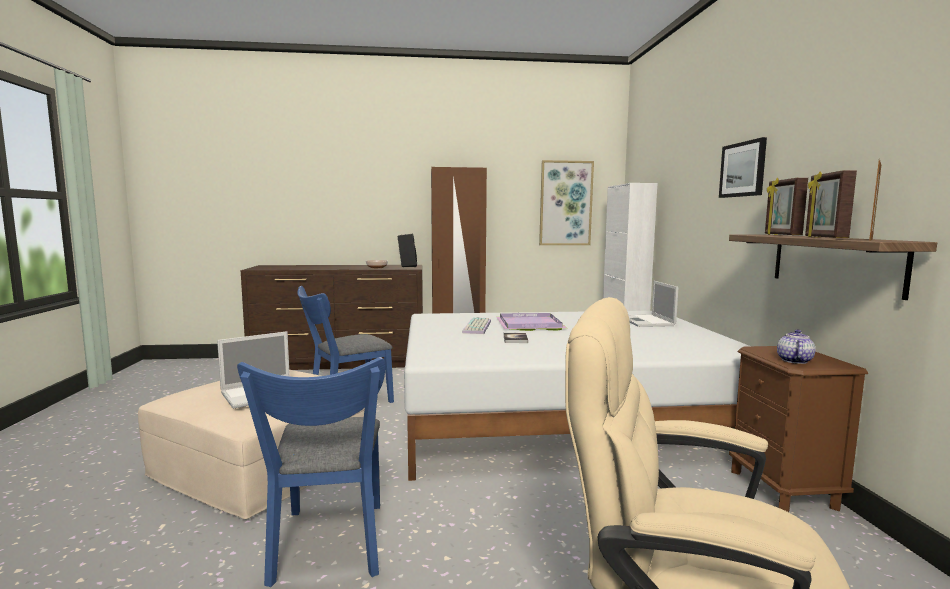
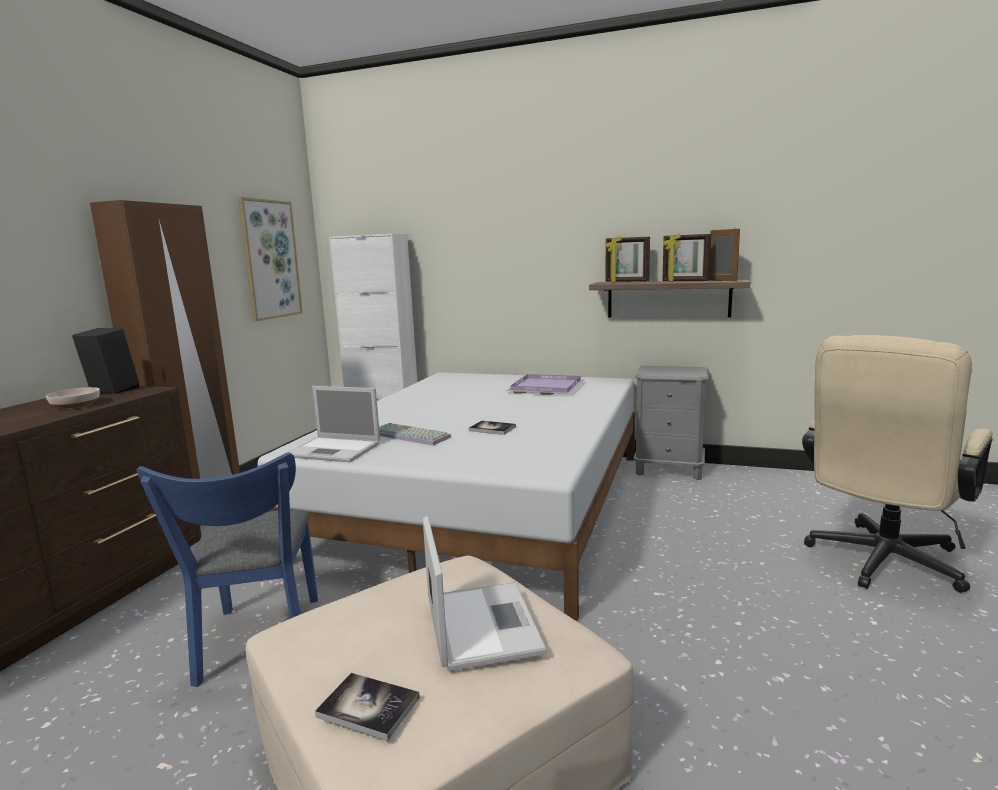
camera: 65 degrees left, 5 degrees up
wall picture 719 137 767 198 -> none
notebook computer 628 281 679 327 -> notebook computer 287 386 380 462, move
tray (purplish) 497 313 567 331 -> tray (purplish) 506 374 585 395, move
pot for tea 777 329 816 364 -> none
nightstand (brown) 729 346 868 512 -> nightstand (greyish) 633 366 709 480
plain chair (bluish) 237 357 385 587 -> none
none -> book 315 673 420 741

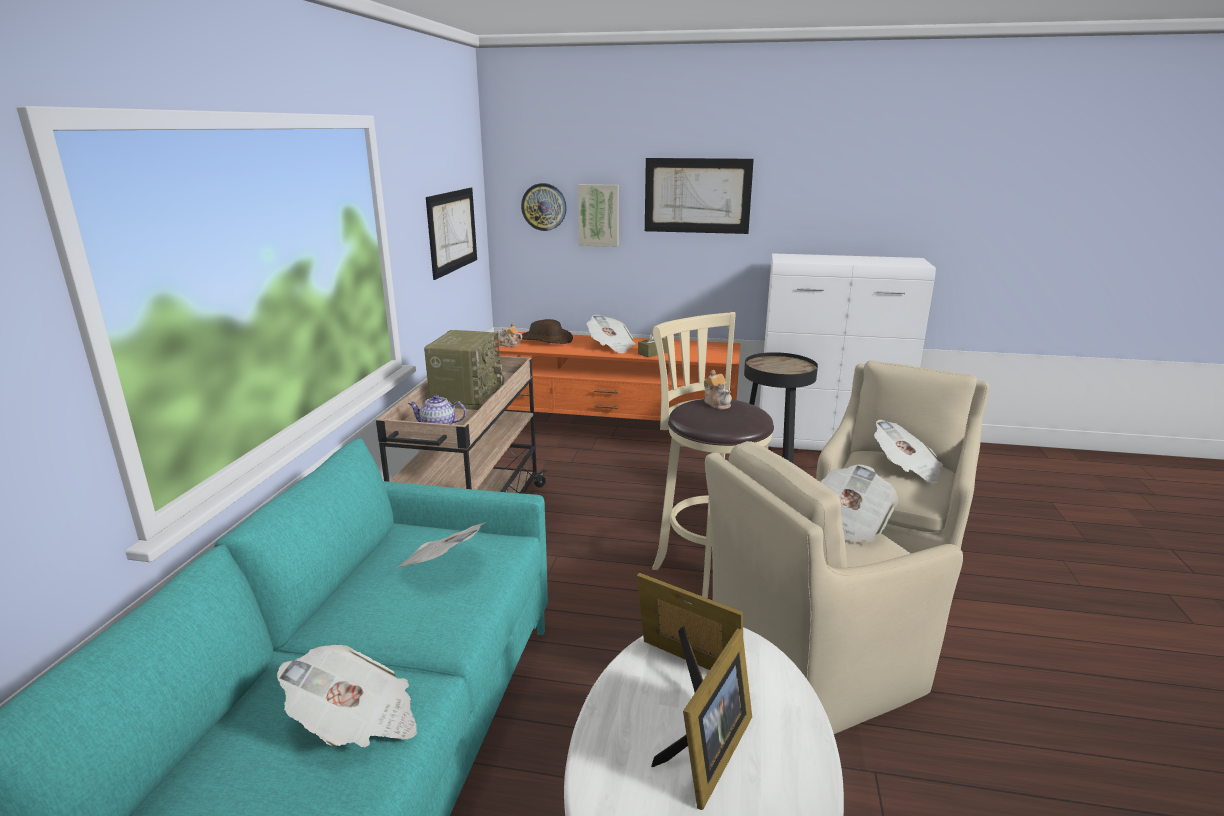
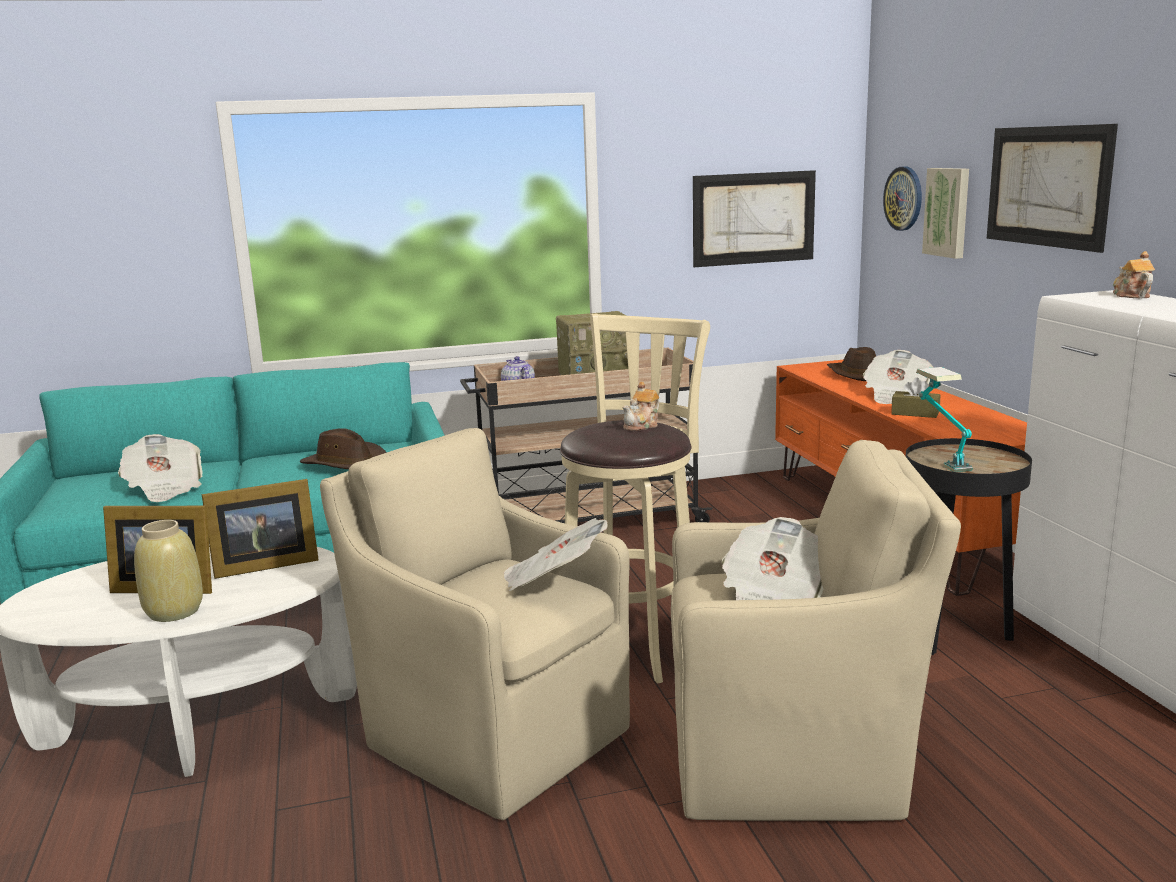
camera: 65 degrees right, 5 degrees down
pot for tea 497 322 522 347 -> pot for tea 1113 251 1155 298, move
printed paper 395 522 486 568 -> clothing hat (brown) 300 428 387 469
picture frame 637 573 743 692 -> picture frame 202 479 319 579, 60 degrees clockwise
none -> tabletop lamp 916 367 973 472
none -> flower vase (sand-coloured) 134 520 203 622

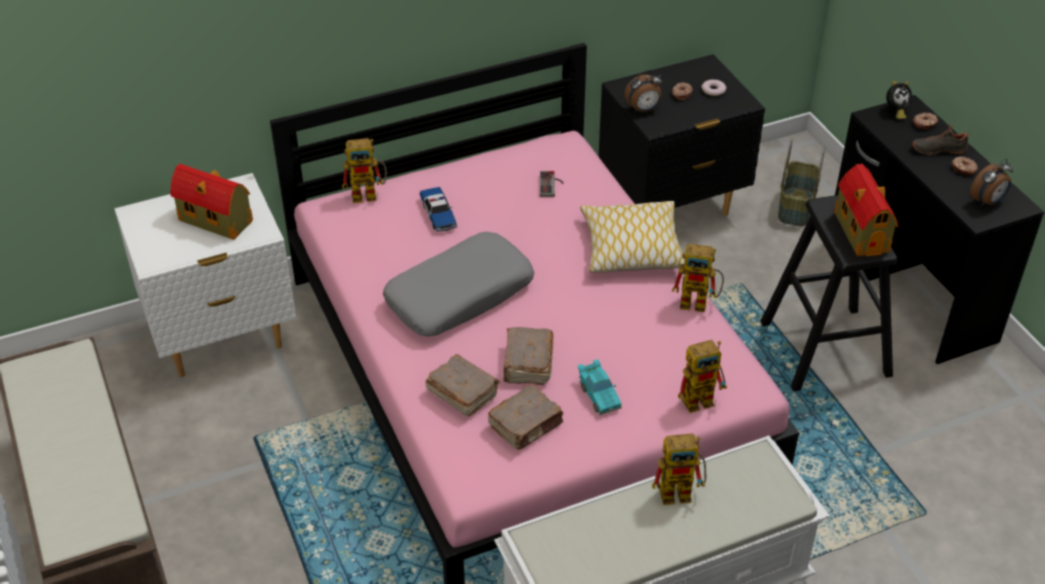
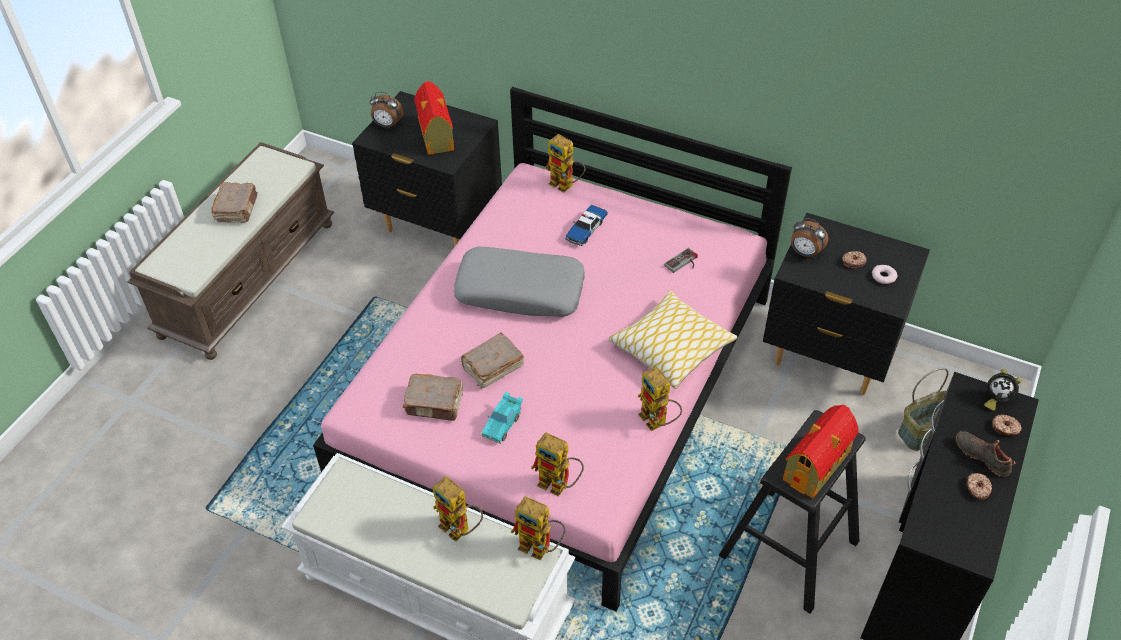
camera: 50 degrees right, 5 degrees up
table clock 970 159 1013 207 -> table clock 369 91 403 128, move
nightstand (white) 114 173 296 377 -> nightstand (black) 352 91 502 246
book (brown) 425 354 500 416 -> book (brown) 211 182 258 223, move
none -> toy robot 511 496 566 561

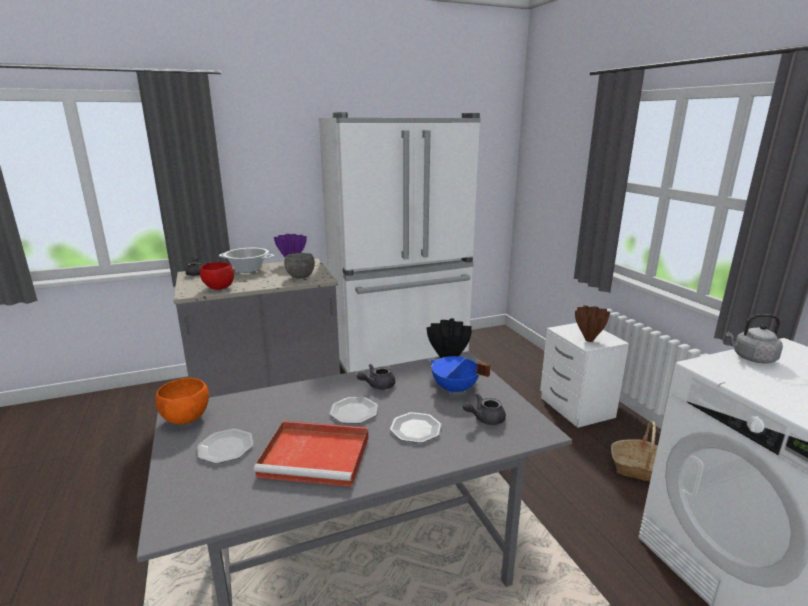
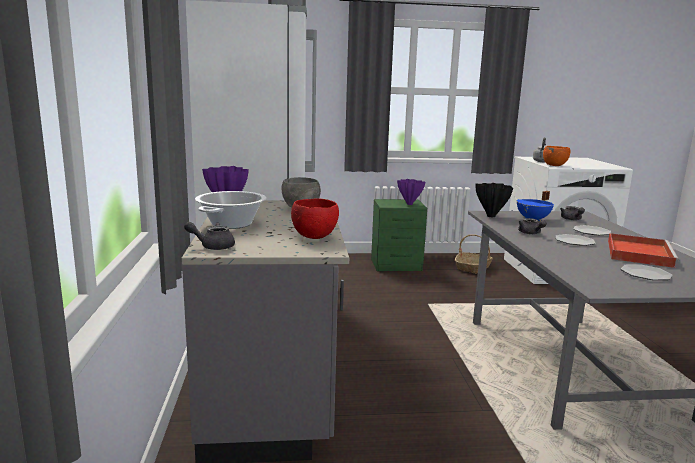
camera: 75 degrees left, 5 degrees down
flower vase (brown) 575 305 610 342 -> flower vase (purplish) 397 179 425 205
nightstand (white) 540 323 629 428 -> nightstand (green-coloured) 371 199 427 271
deep dish (orangey) 155 378 209 424 -> deep dish (orangey) 543 146 570 166, move

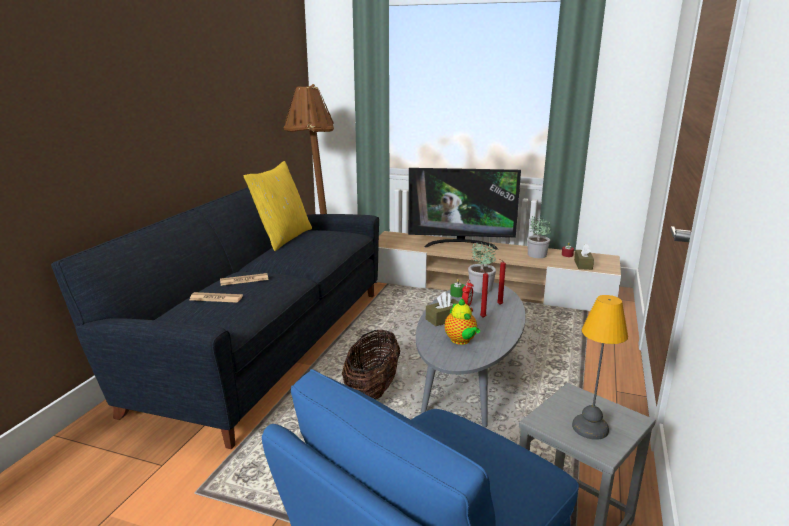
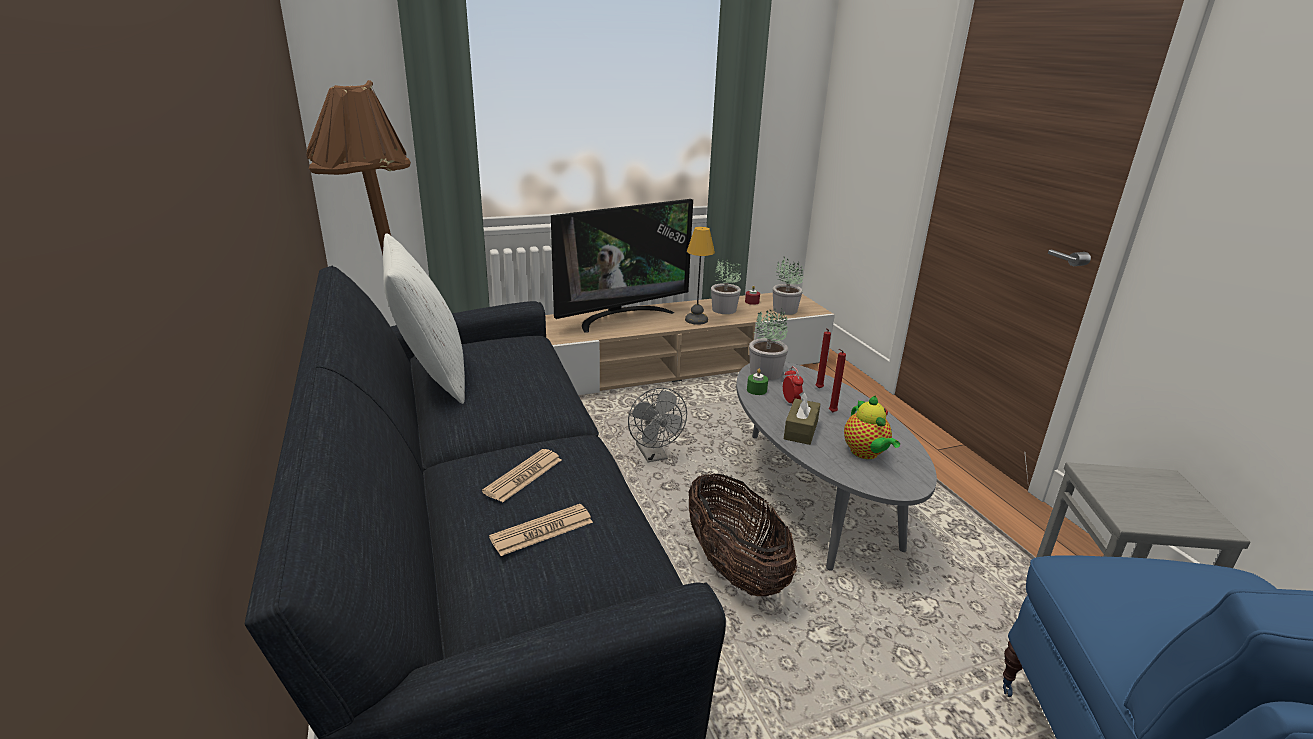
camera: 40 degrees left, 5 degrees up
cushion (yellow) 244 161 312 251 -> cushion (white) 383 233 465 404
tissue holder (brown) 574 244 594 270 -> plant in a pot 773 256 804 315
tabletop lamp 572 295 628 440 -> tabletop lamp 685 227 715 325, move
pot for tea 445 298 480 345 -> pot for tea 844 395 900 459, 45 degrees clockwise
none -> cooling fan (greyish) 628 388 687 462

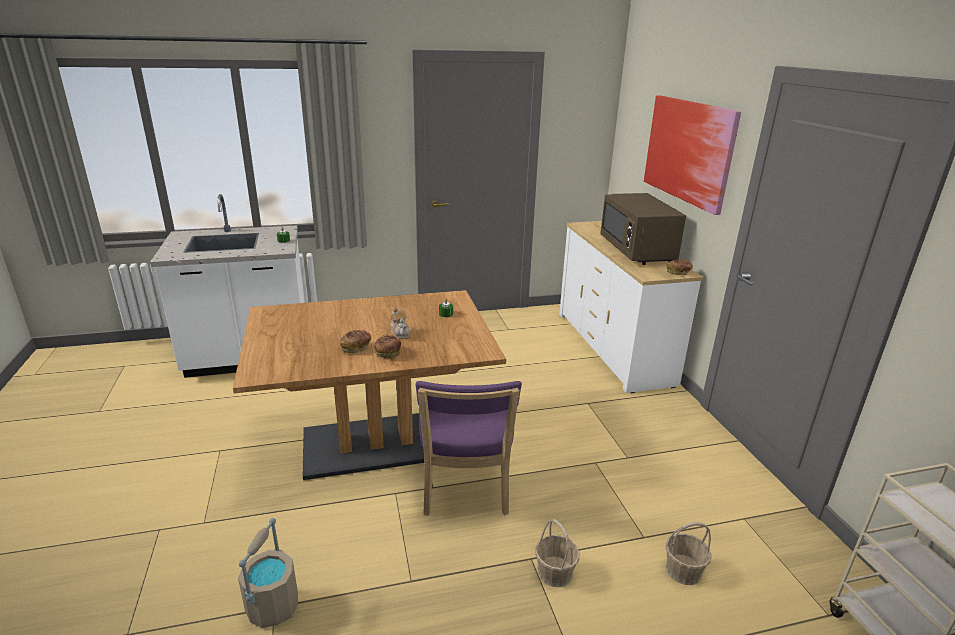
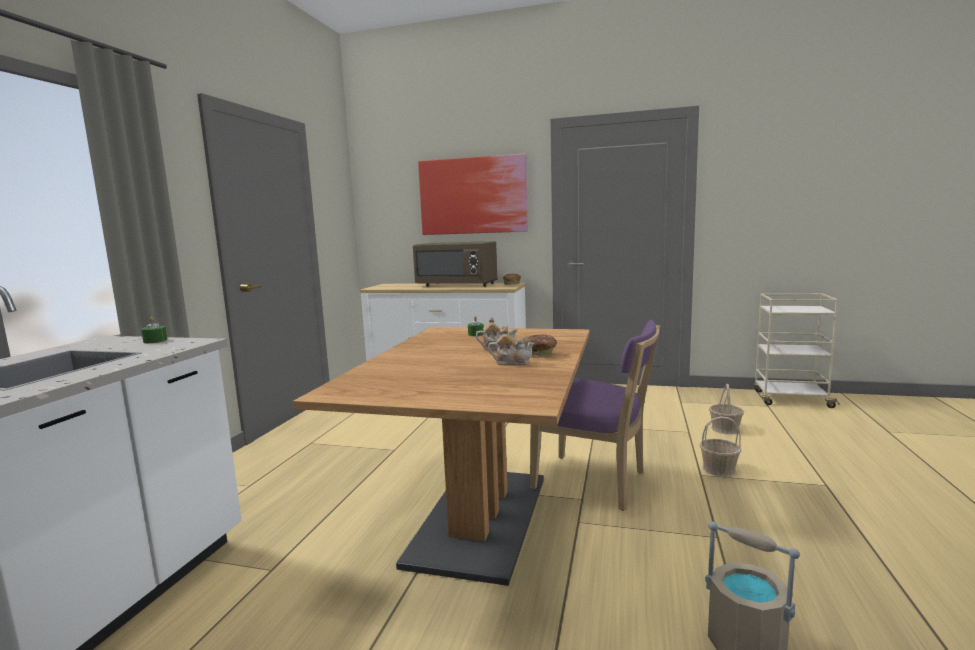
camera: 60 degrees left, 15 degrees down
bakery bread 340 330 372 354 -> pot for tea 488 328 534 365

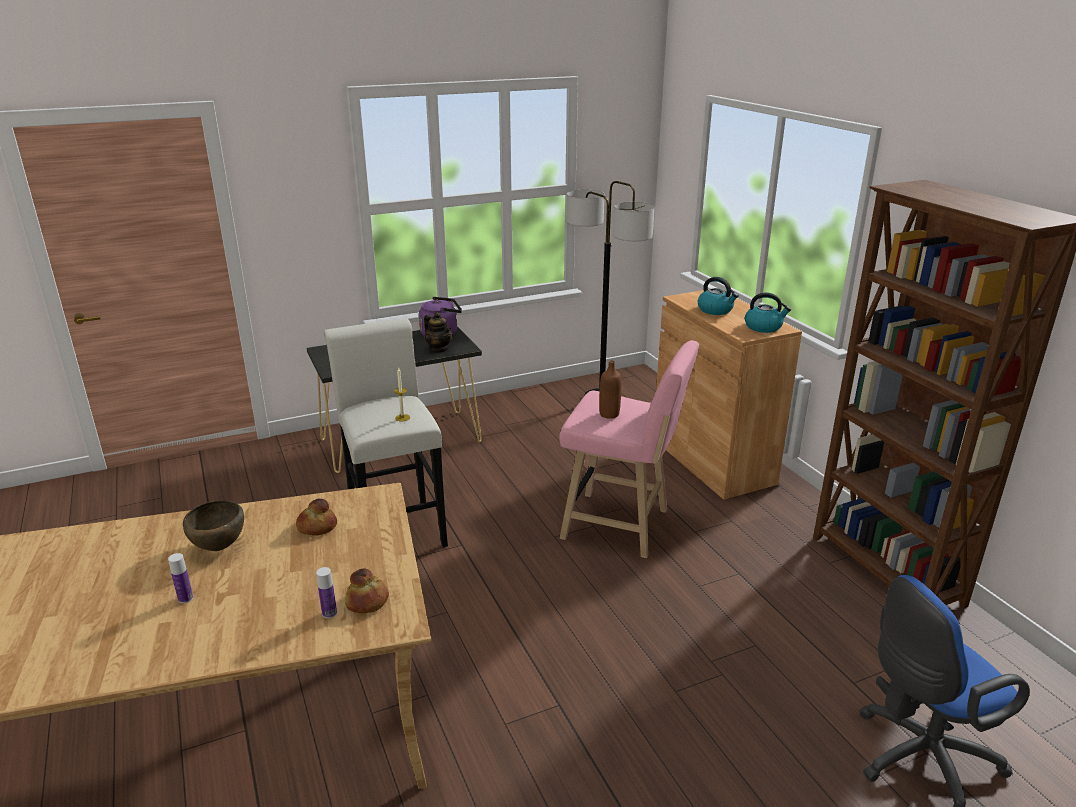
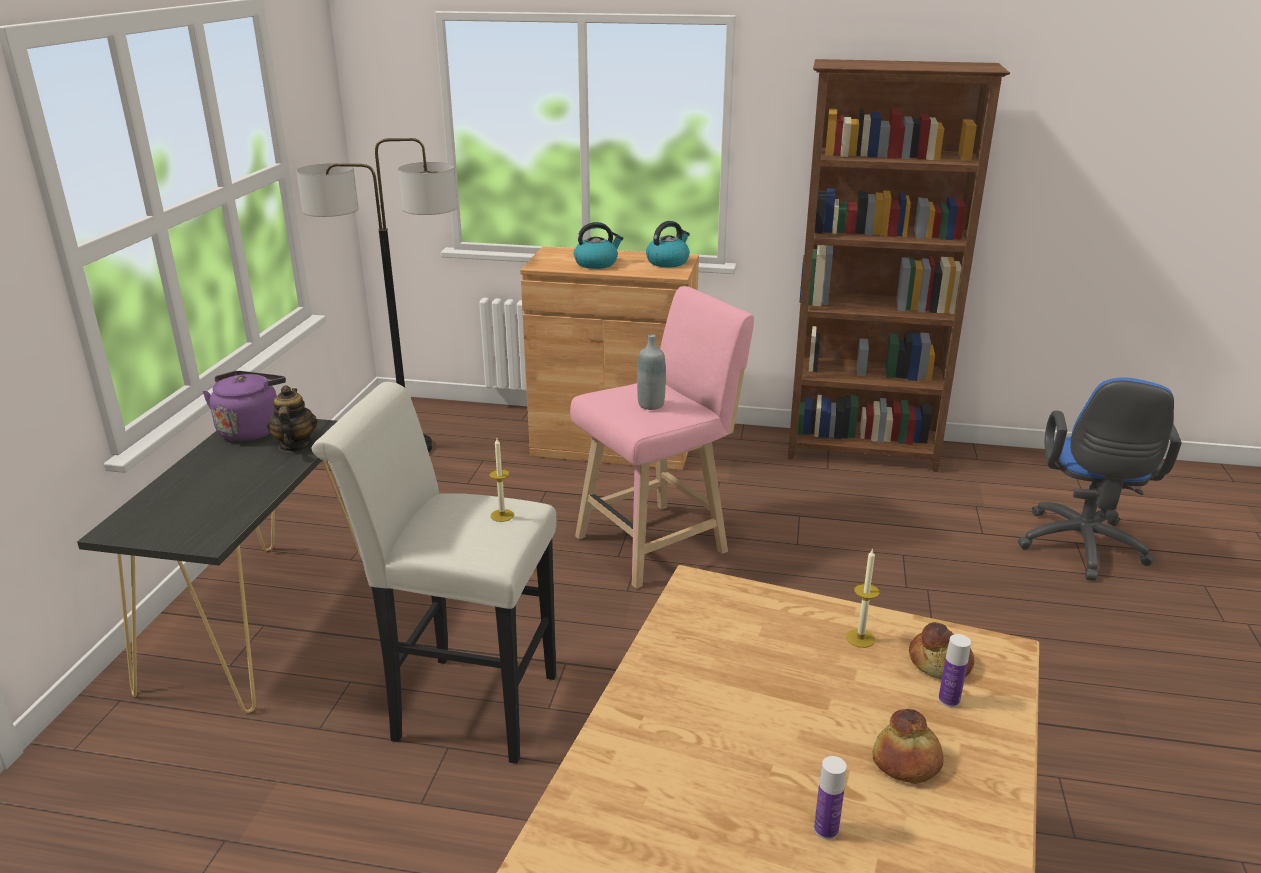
camera: 55 degrees left, 0 degrees up
pot for tea 424 312 452 352 -> pot for tea 266 385 317 452, 90 degrees counterclockwise
drink bottle (brown) 599 360 621 419 -> drink bottle (greyish) 637 334 666 410
bakery bread 296 499 337 536 -> bakery bread 872 709 944 784, move
deep dish (brown) 183 500 244 551 -> none
none -> candle 846 548 880 648

